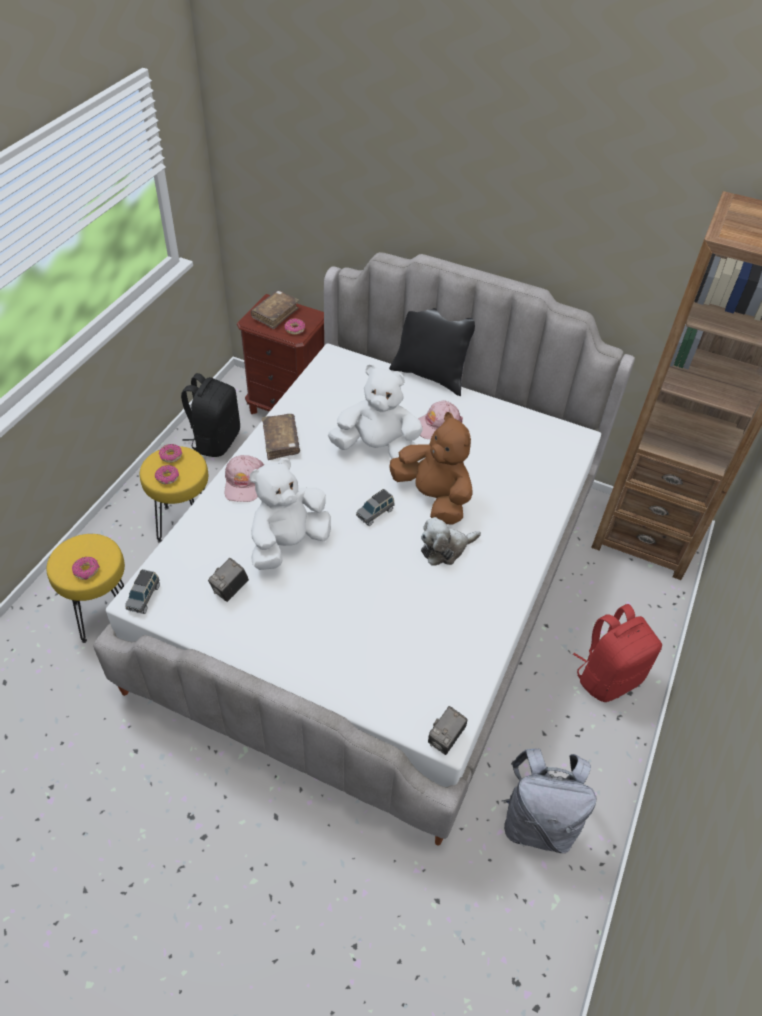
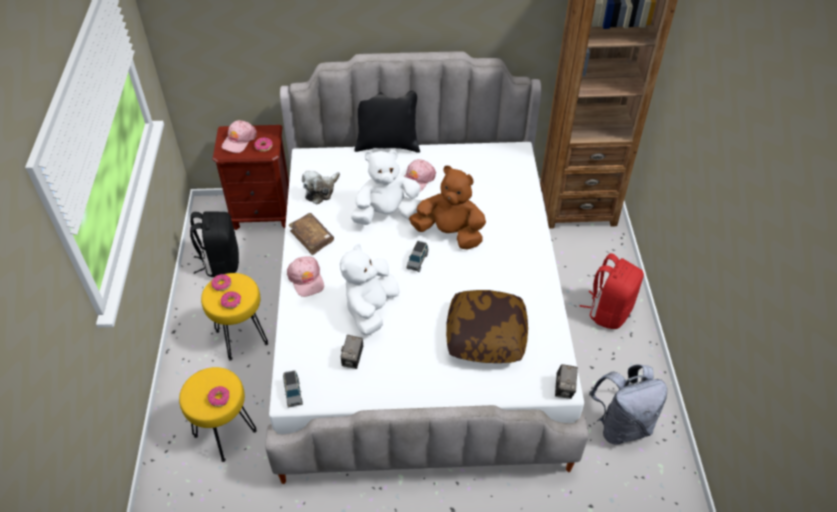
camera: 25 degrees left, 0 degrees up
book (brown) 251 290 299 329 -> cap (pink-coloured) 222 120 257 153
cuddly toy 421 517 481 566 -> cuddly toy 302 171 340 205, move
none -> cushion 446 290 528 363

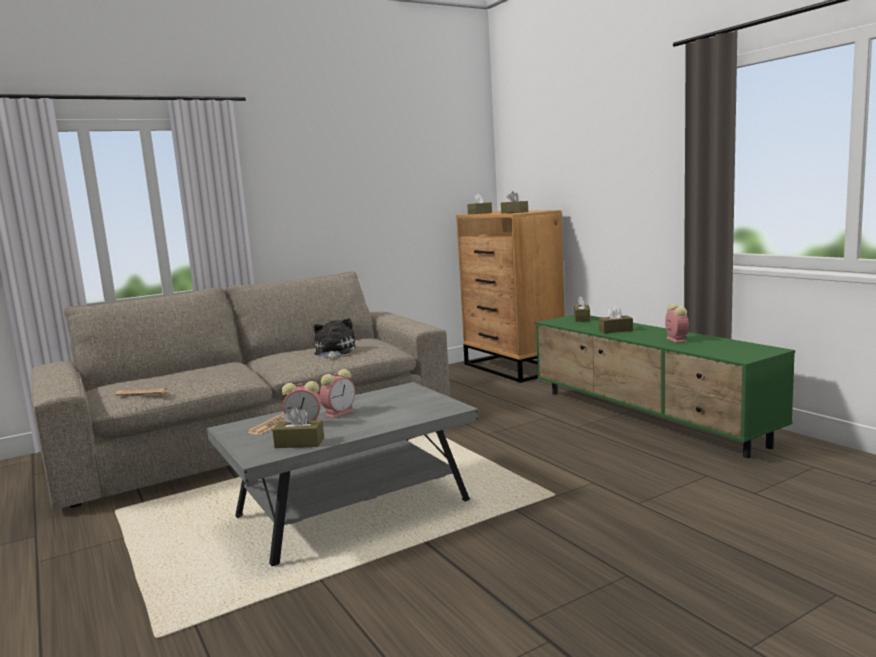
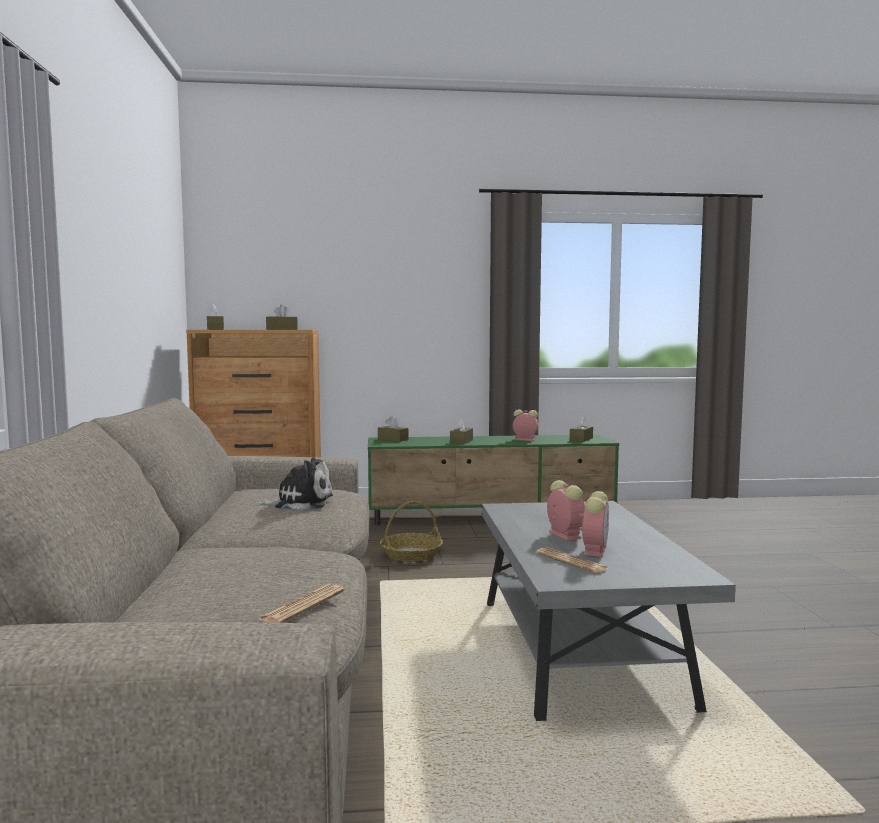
camera: 65 degrees left, 5 degrees down
cuddly toy 313 318 355 359 -> cuddly toy 256 457 333 510, 150 degrees clockwise
tissue holder (brown) 272 407 324 448 -> tissue holder (brown) 570 416 593 442, move
none -> basket 380 501 443 562

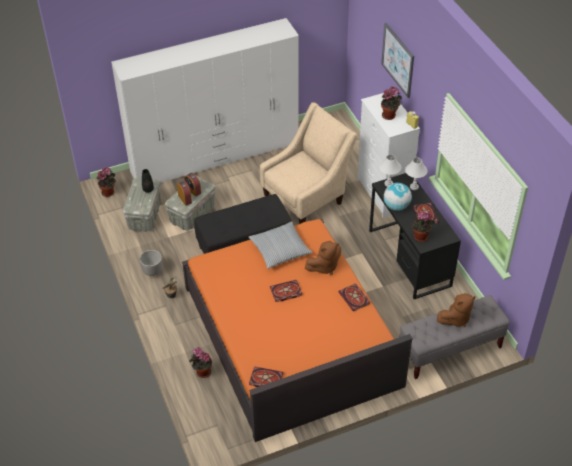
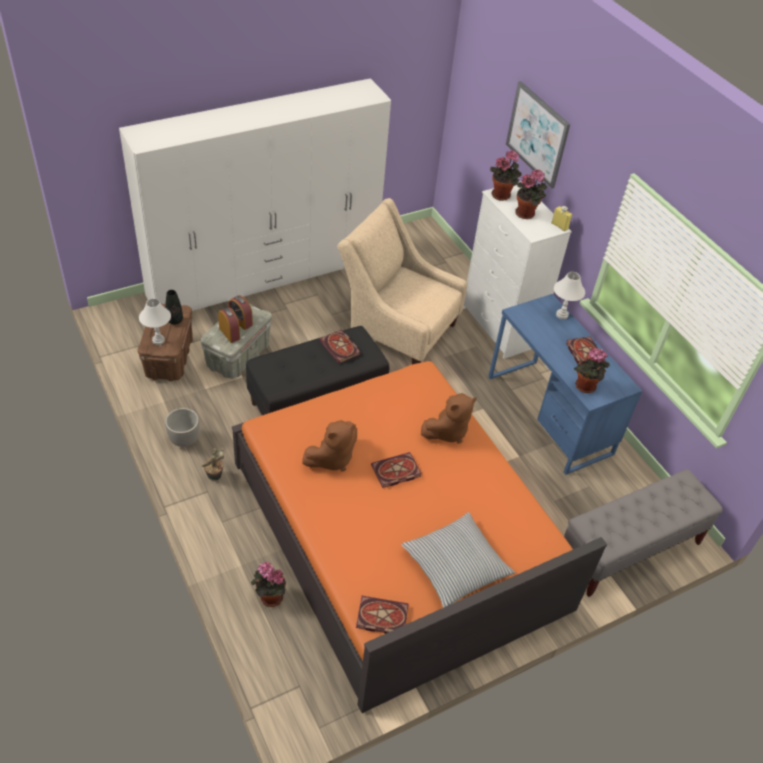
camera: 10 degrees left, 0 degrees up
easy chair (sand-coloured) 260 102 358 224 -> easy chair (sand-coloured) 337 198 467 364, 105 degrees counterclockwise
tabletop lamp (white) 379 154 401 187 -> tabletop lamp (white) 139 299 171 345, move
plant in a pot 97 167 116 197 -> plant in a pot 490 150 521 201, move
desk (black) 369 173 461 299 -> desk (bluish) 488 294 642 475
storage box (greyish) 123 178 161 232 -> storage box (brown) 138 304 193 381
desk globe 384 183 412 211 -> none
cushion 249 221 313 269 -> cushion 401 512 515 607, move
book 338 283 370 311 -> book 319 330 361 363, move
cuddly toy (brown) 437 293 476 327 -> cuddly toy (brown) 302 420 357 472, move

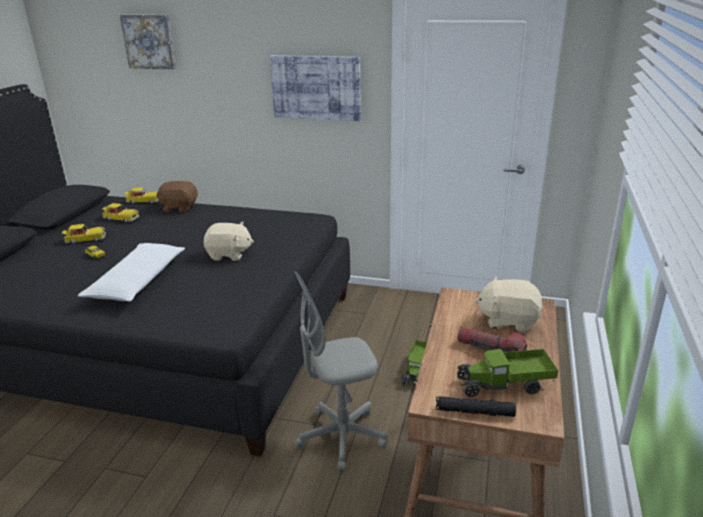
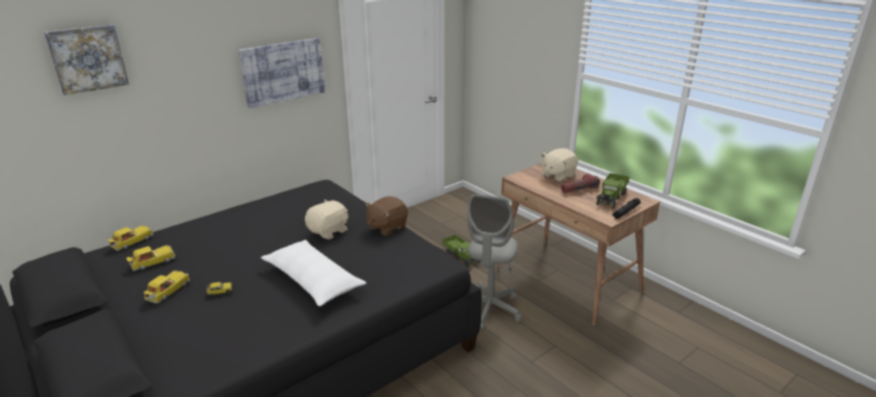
camera: 55 degrees left, 0 degrees up
cuddly toy (brown) 157 181 198 213 -> cuddly toy (brown) 365 196 408 236, move

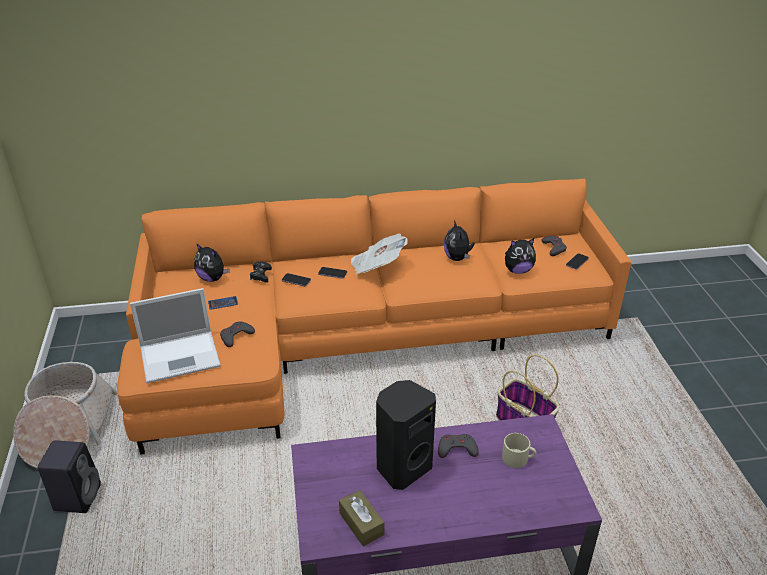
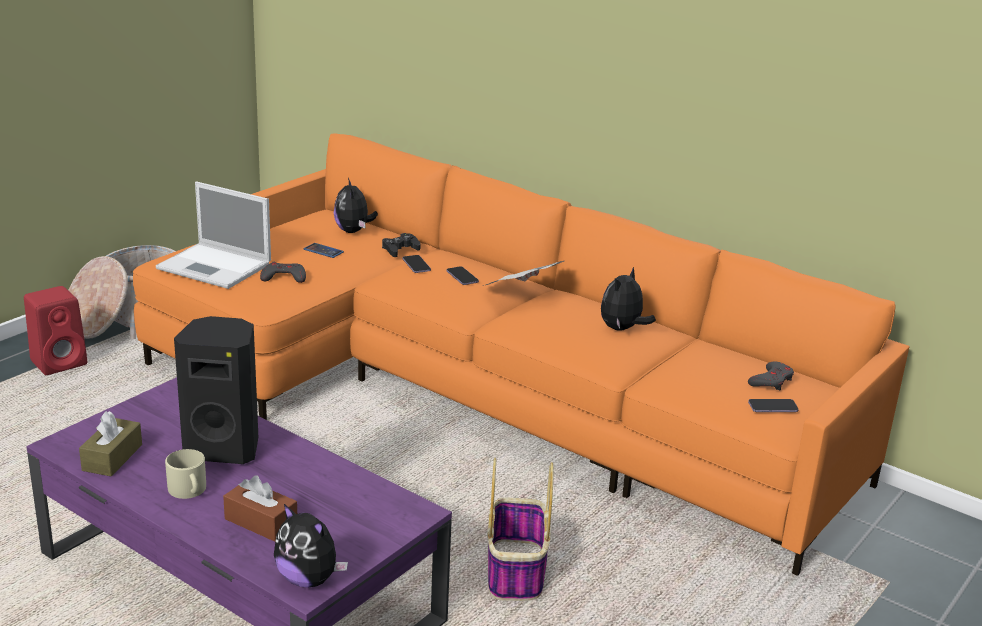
camera: 45 degrees right, 10 degrees down
cuddly toy 505 238 536 274 -> cuddly toy 274 504 348 588, move
coffee mug (sand-coloured) 502 433 537 468 -> coffee mug (sand-coloured) 165 449 206 499, move
joypad (greyish) 438 434 479 458 -> none
speaker (black) 38 440 101 513 -> speaker (reddish) 24 286 87 375
none -> tissue holder (brown) 223 476 297 542

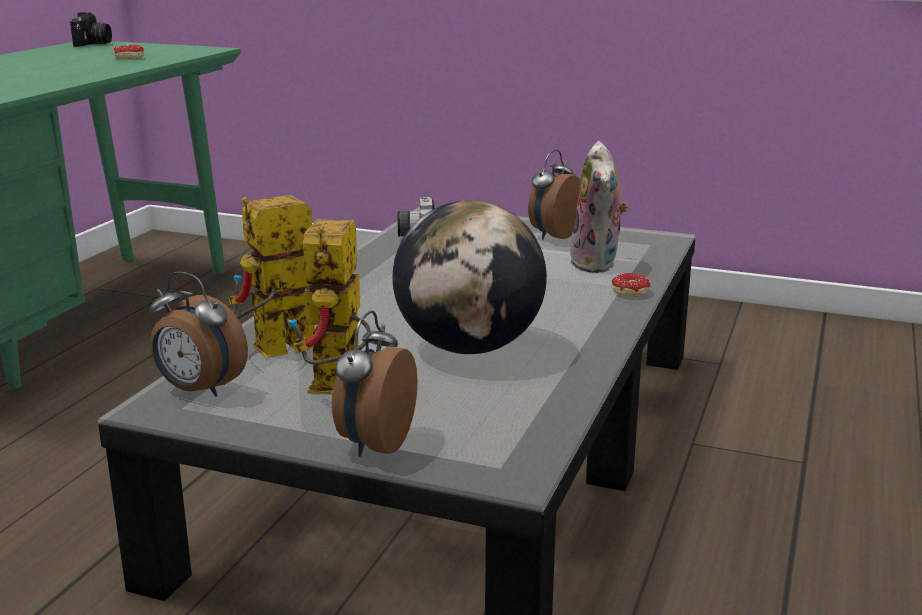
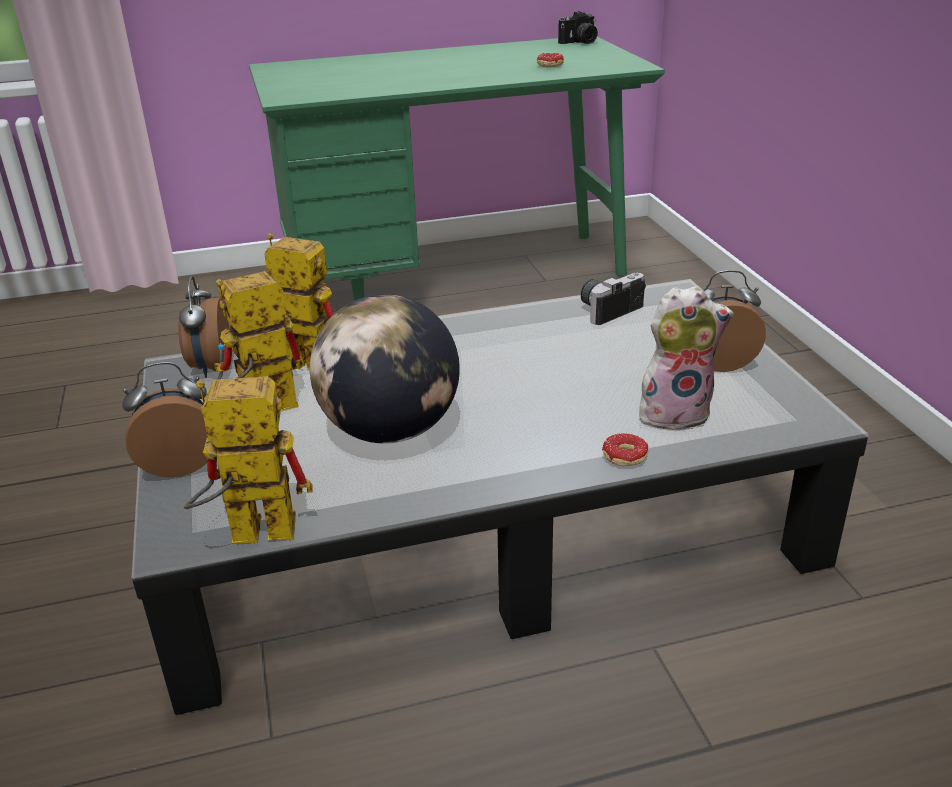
camera: 55 degrees right, 10 degrees up
cuddly toy 569 141 628 273 -> cuddly toy 639 286 734 432, 150 degrees counterclockwise
none -> toy robot 184 376 313 543

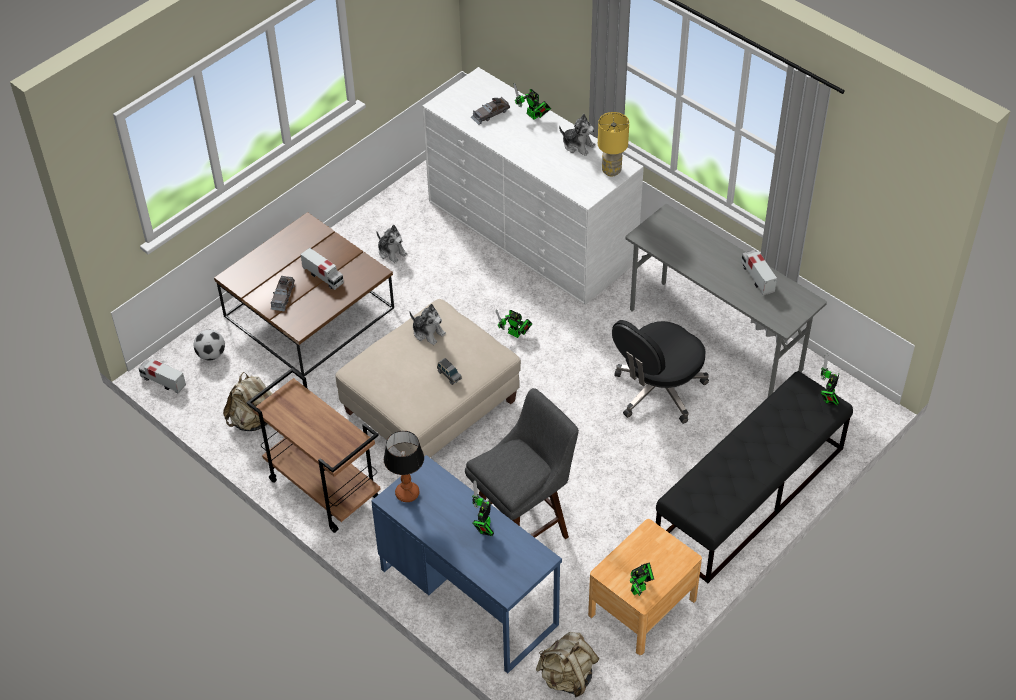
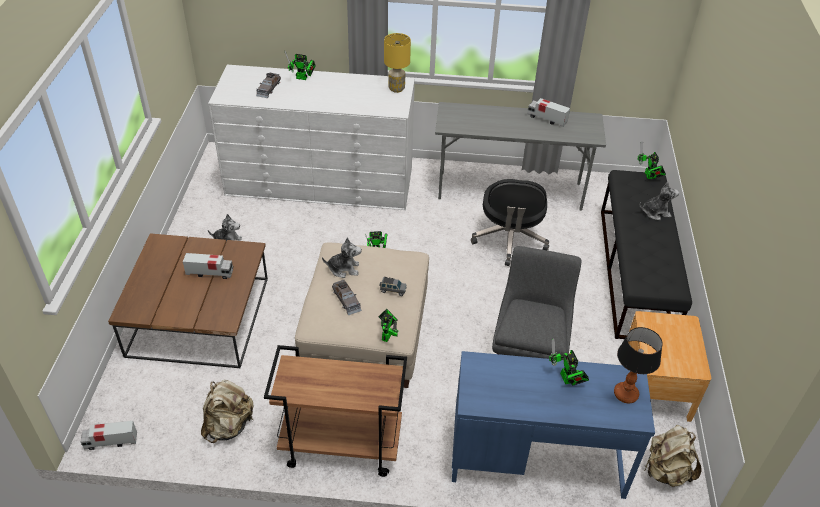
camera: 40 degrees left, 5 degrees down
cuddly toy 559 114 595 156 -> cuddly toy 640 182 679 220, move
model car (greyish) 271 276 295 311 -> model car (greyish) 332 280 362 315, move
ball for football 194 330 225 360 -> none
tabletop lamp 384 431 424 502 -> tabletop lamp 614 327 663 403, move
toy robot 630 562 654 596 -> toy robot 378 309 398 342, move

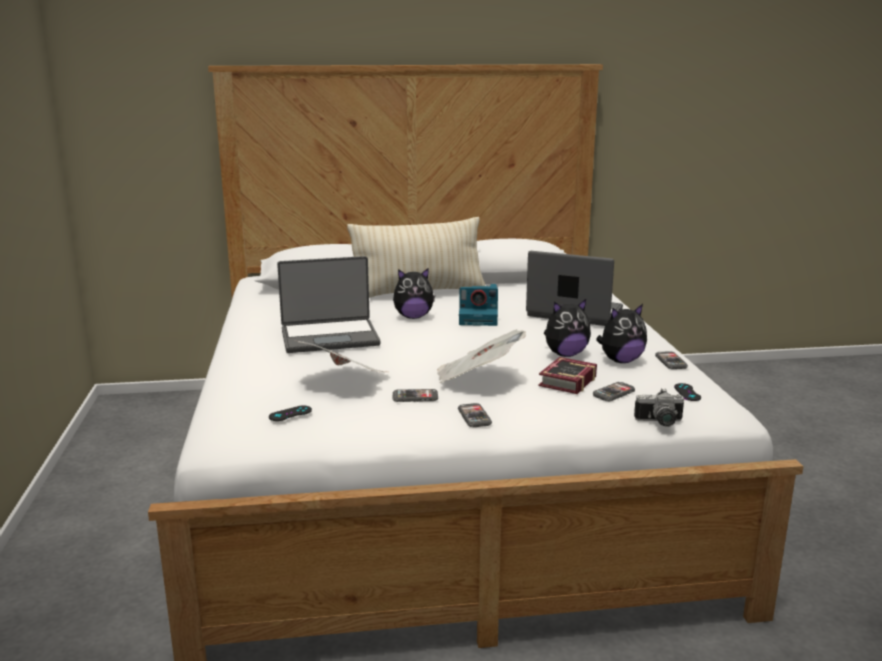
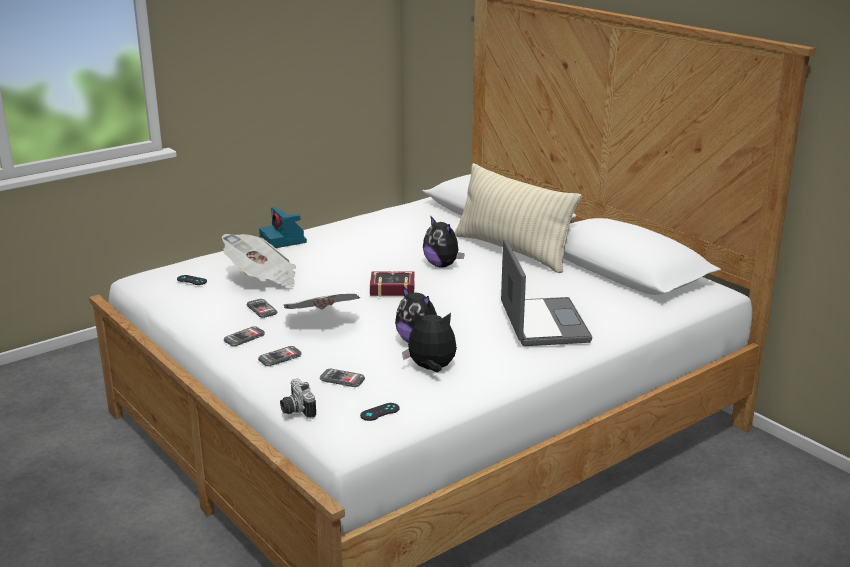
camera: 60 degrees right, 5 degrees up
notebook computer 277 256 381 353 -> none
still camera 459 284 498 326 -> still camera 259 207 307 248, move
cuddly toy 596 304 647 363 -> cuddly toy 402 310 457 372, 150 degrees clockwise
handset 655 351 688 369 -> handset 258 346 302 366, move
book 539 357 597 394 -> book 370 271 415 297, move

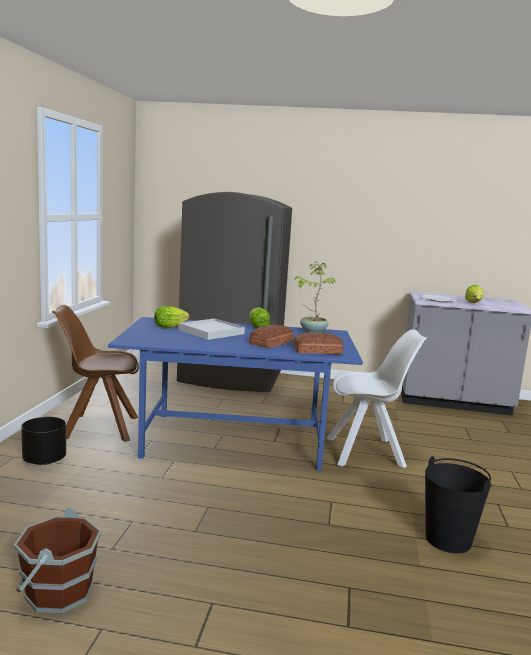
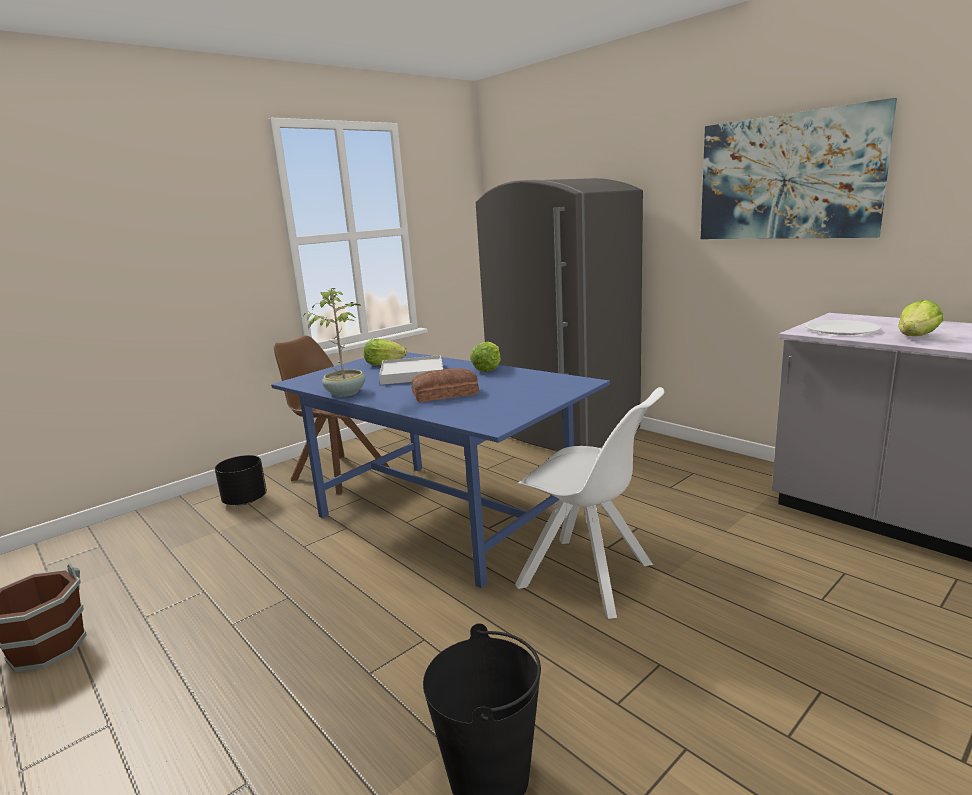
camera: 40 degrees right, 5 degrees up
plant in a pot 295 262 335 333 -> plant in a pot 304 288 365 397, move
bakery bread 293 332 343 354 -> none
none -> wall picture 701 98 897 239

